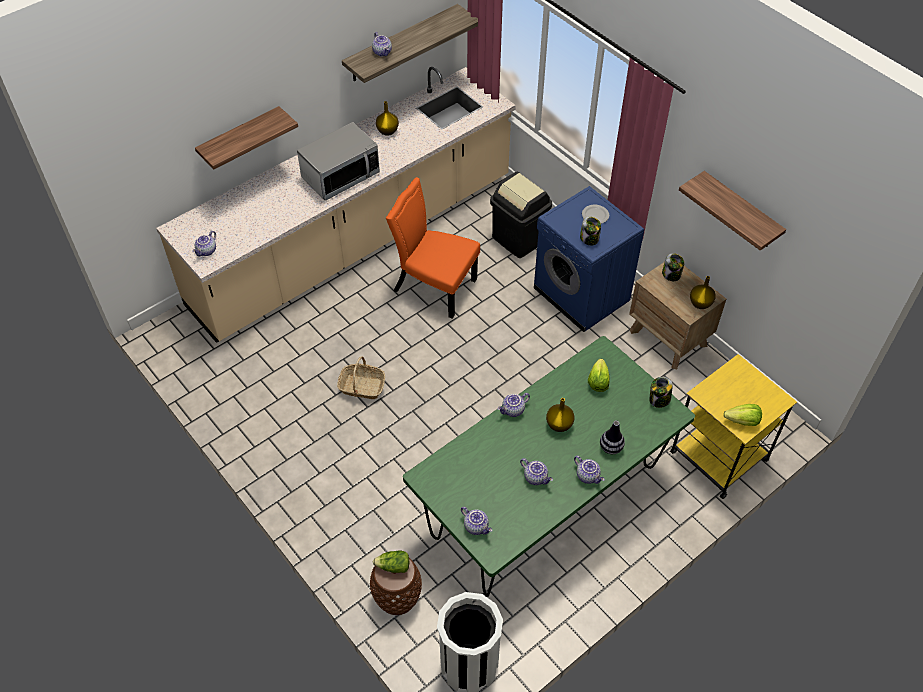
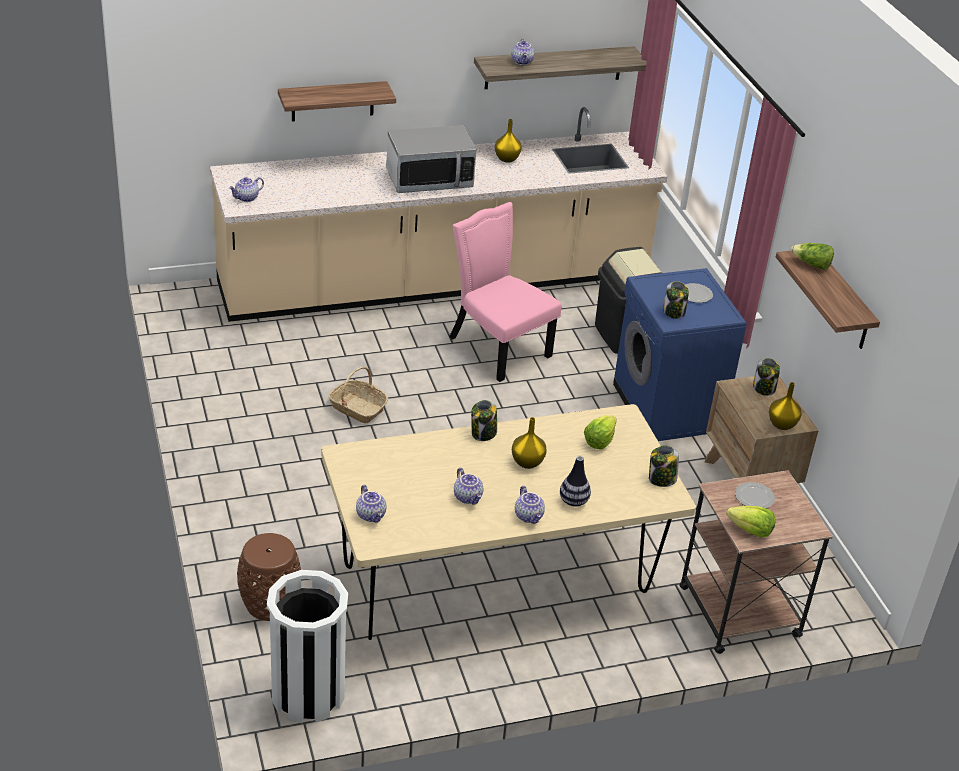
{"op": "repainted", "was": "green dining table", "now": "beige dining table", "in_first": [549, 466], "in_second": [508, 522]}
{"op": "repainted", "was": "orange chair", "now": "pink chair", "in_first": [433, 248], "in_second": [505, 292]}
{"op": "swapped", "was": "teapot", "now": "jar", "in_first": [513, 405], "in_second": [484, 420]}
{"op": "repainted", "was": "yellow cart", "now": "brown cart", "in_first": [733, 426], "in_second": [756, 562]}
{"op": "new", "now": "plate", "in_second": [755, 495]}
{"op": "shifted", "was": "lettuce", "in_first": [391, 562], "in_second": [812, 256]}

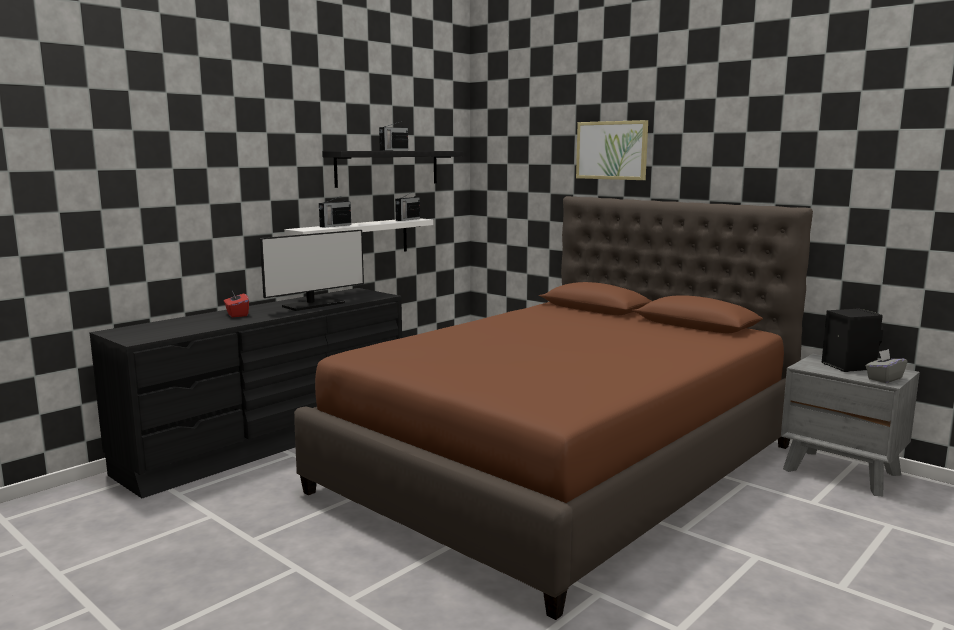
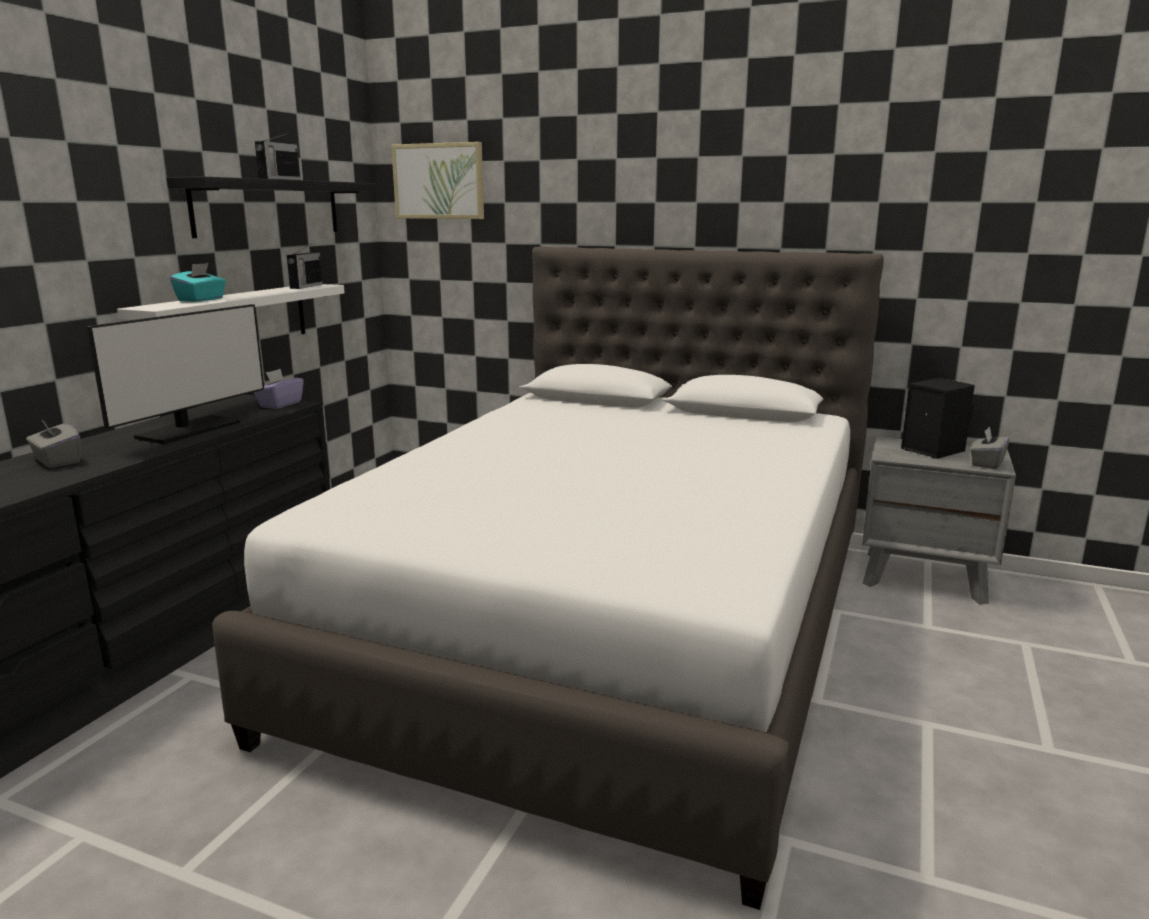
{"op": "repainted", "was": "red tissue box", "now": "grey tissue box", "in_first": [236, 304], "in_second": [53, 443]}
{"op": "swapped", "was": "radio", "now": "turquoise tissue box", "in_first": [335, 212], "in_second": [198, 282]}
{"op": "repainted", "was": "brown bed", "now": "white bed", "in_first": [553, 408], "in_second": [548, 578]}
{"op": "new", "now": "purple tissue box", "in_second": [278, 389]}
{"op": "shifted", "was": "picture", "in_first": [612, 150], "in_second": [437, 180]}

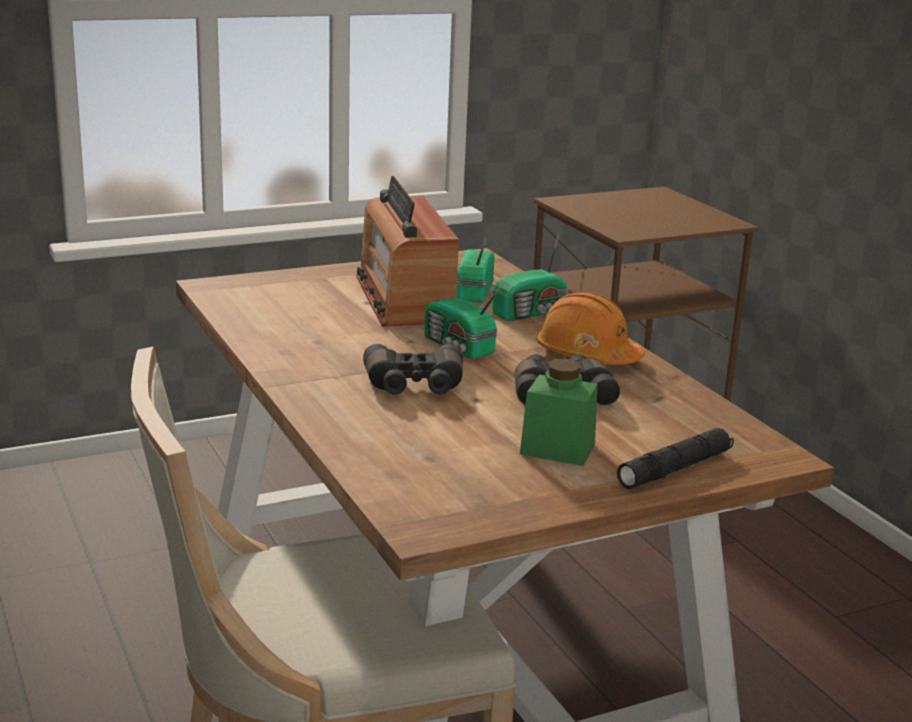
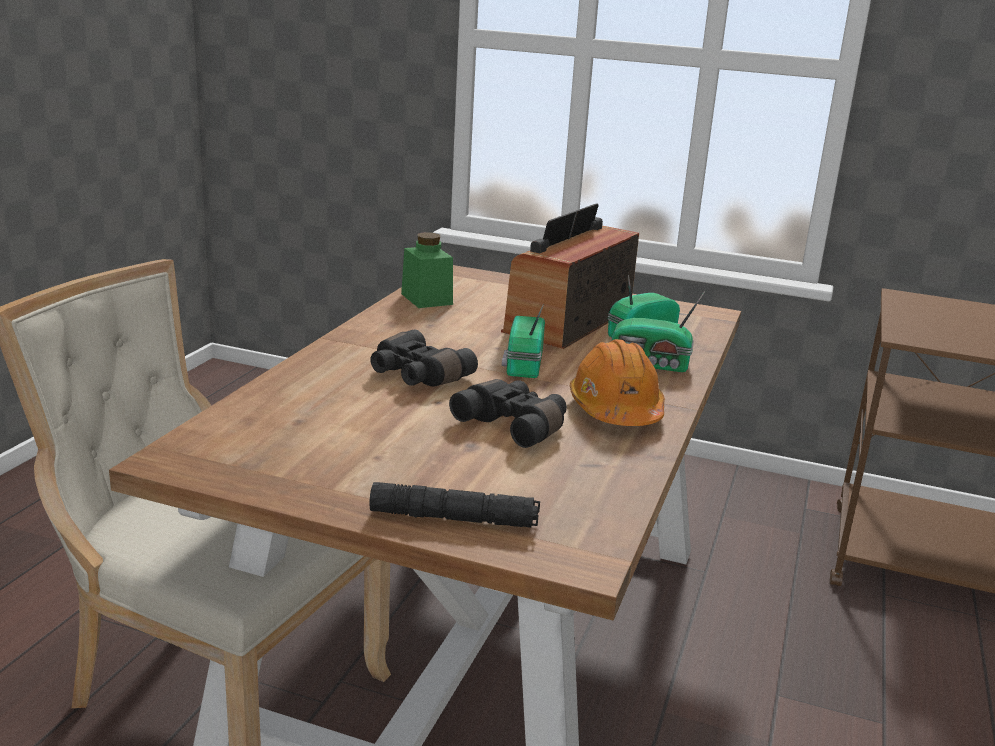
{"op": "shifted", "was": "green jar", "in_first": [559, 412], "in_second": [427, 270]}

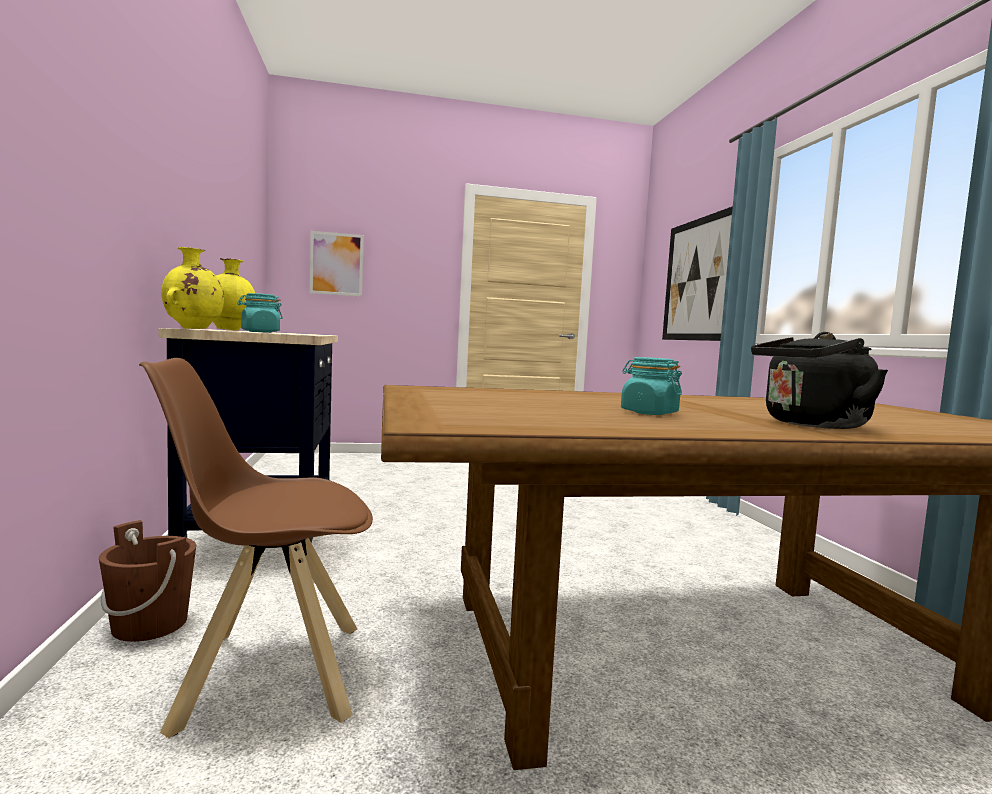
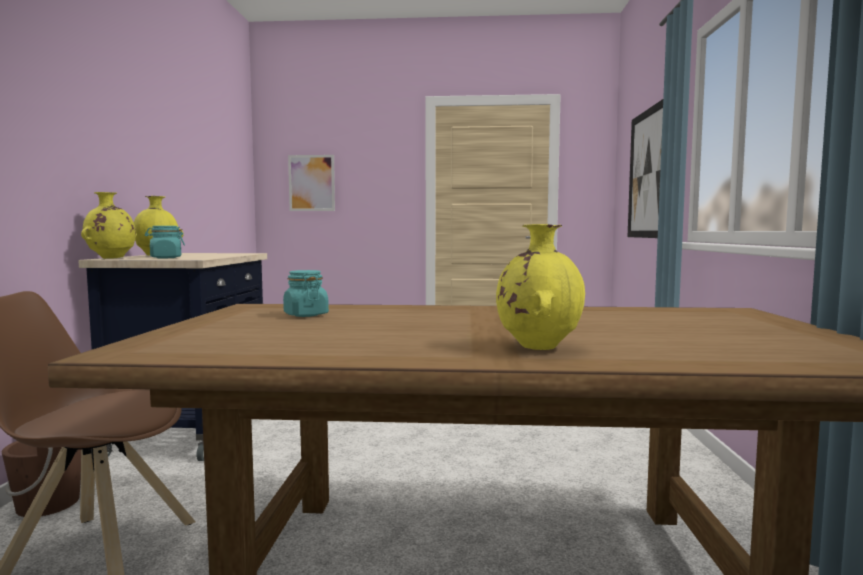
{"op": "shifted", "was": "turquoise jar", "in_first": [651, 386], "in_second": [306, 293]}
{"op": "swapped", "was": "black kettle", "now": "yellow vase", "in_first": [819, 380], "in_second": [540, 287]}

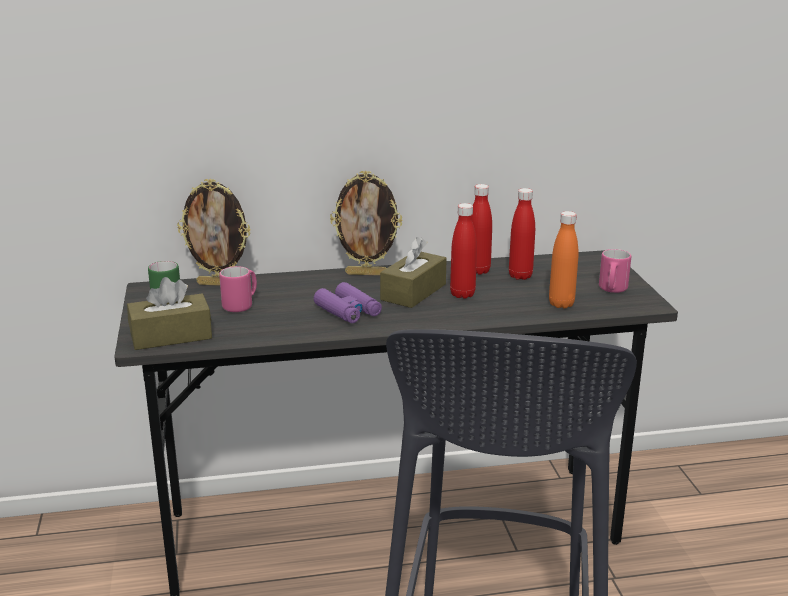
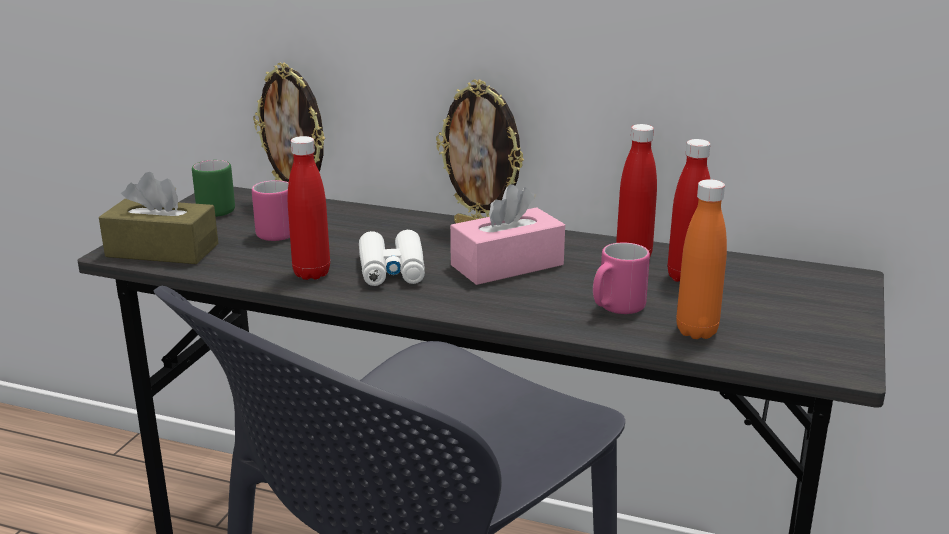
{"op": "shifted", "was": "red bottle", "in_first": [463, 251], "in_second": [309, 208]}
{"op": "repainted", "was": "purple binoculars", "now": "white binoculars", "in_first": [348, 302], "in_second": [392, 258]}
{"op": "repainted", "was": "brown tissue box", "now": "pink tissue box", "in_first": [413, 272], "in_second": [507, 234]}
{"op": "shifted", "was": "pink mug", "in_first": [615, 271], "in_second": [621, 278]}

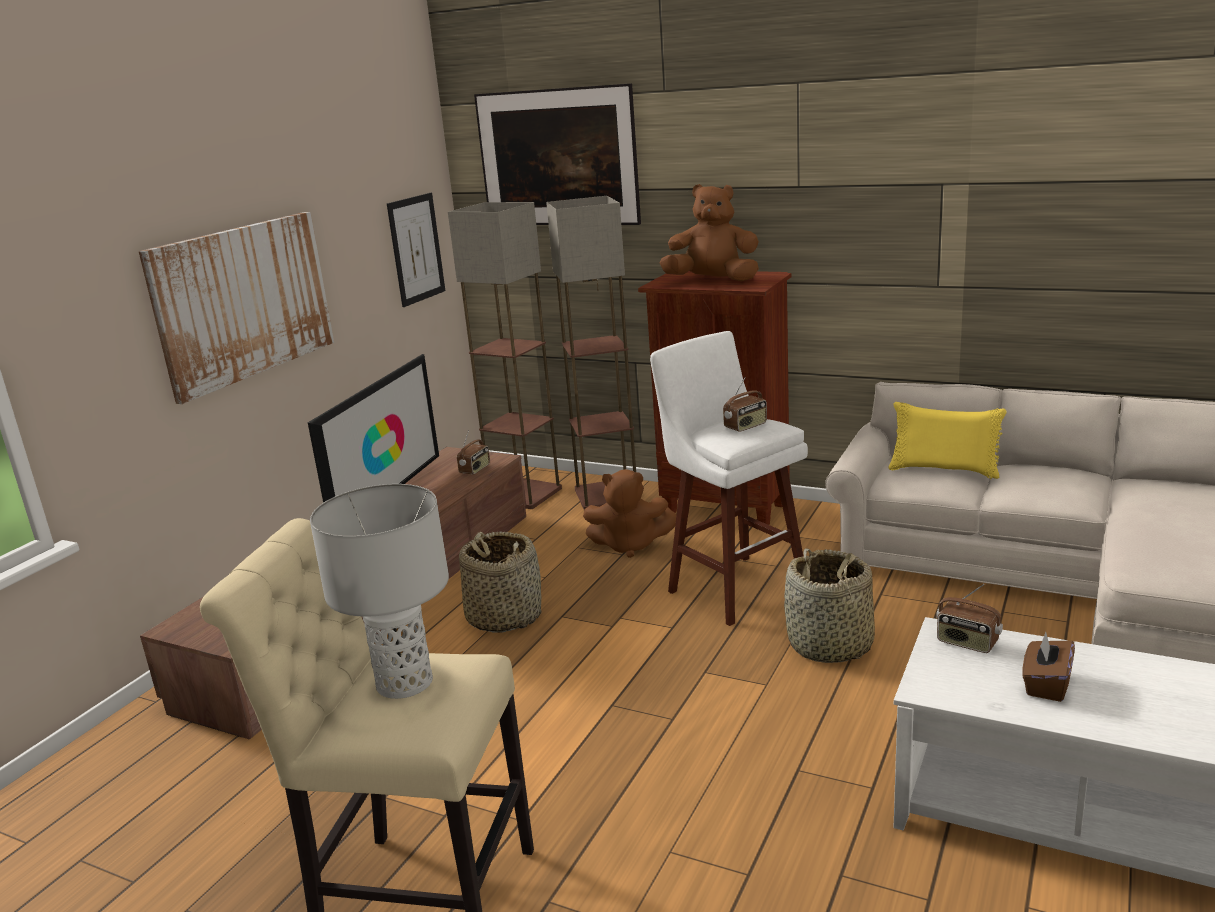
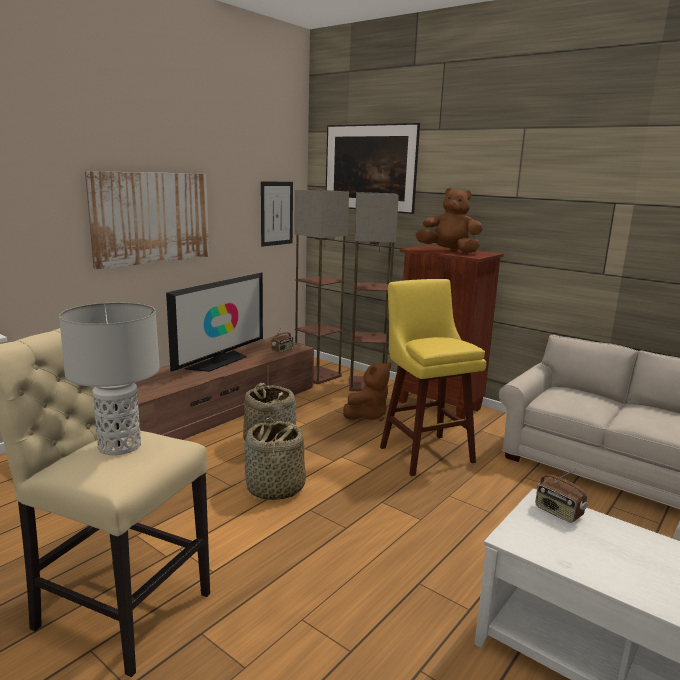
{"op": "shifted", "was": "basket", "in_first": [829, 605], "in_second": [275, 459]}
{"op": "rotated", "was": "brown plush toy", "in_first": [629, 513], "in_second": [367, 391], "clockwise": -60}
{"op": "repainted", "was": "white stool", "now": "yellow stool", "in_first": [729, 478], "in_second": [433, 377]}
{"op": "gone", "was": "radio", "in_first": [745, 404]}
{"op": "gone", "was": "yellow pillow", "in_first": [947, 440]}
{"op": "gone", "was": "brown tissue box", "in_first": [1048, 666]}

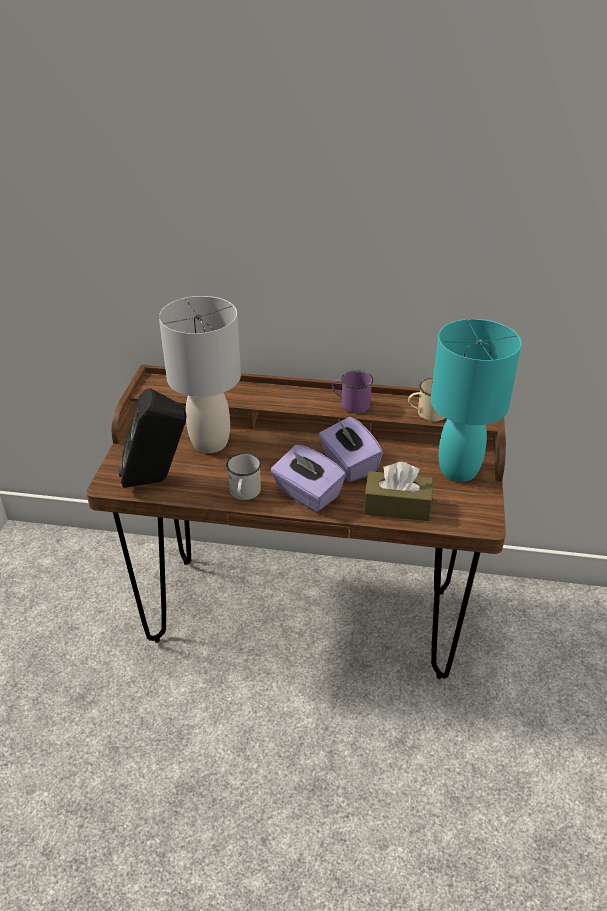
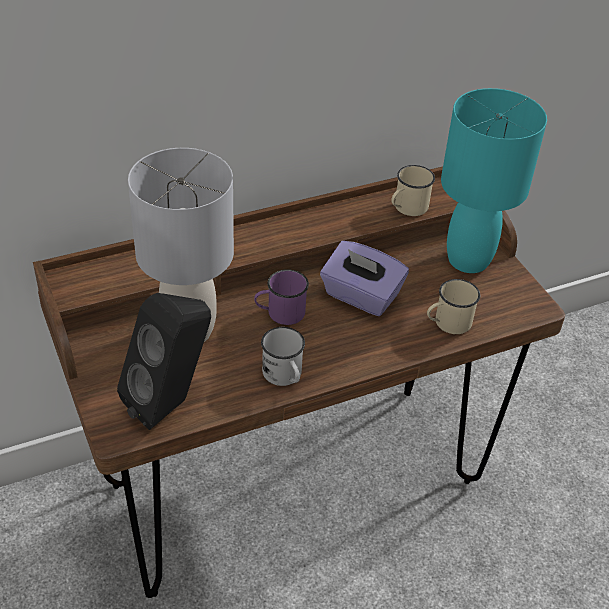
{"op": "shifted", "was": "purple mug", "in_first": [352, 391], "in_second": [281, 297]}
{"op": "swapped", "was": "brown tissue box", "now": "beige mug", "in_first": [398, 491], "in_second": [453, 306]}
{"op": "gone", "was": "purple tissue box", "in_first": [308, 478]}

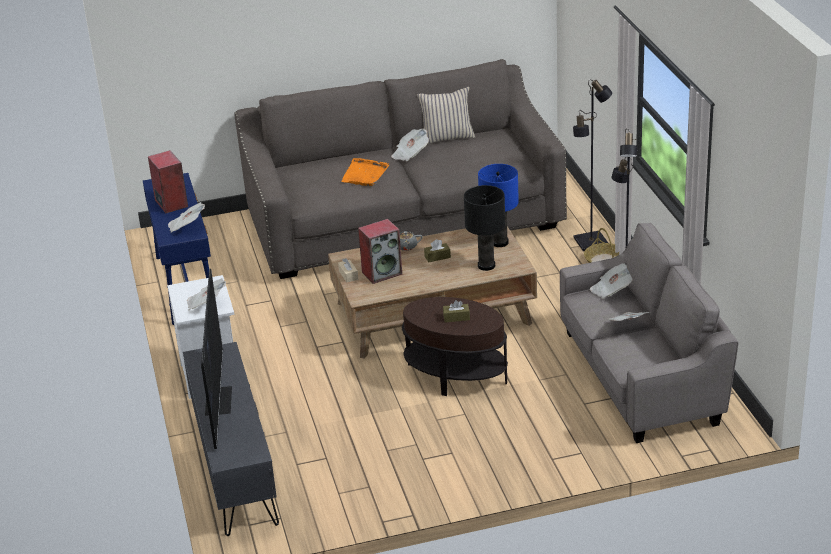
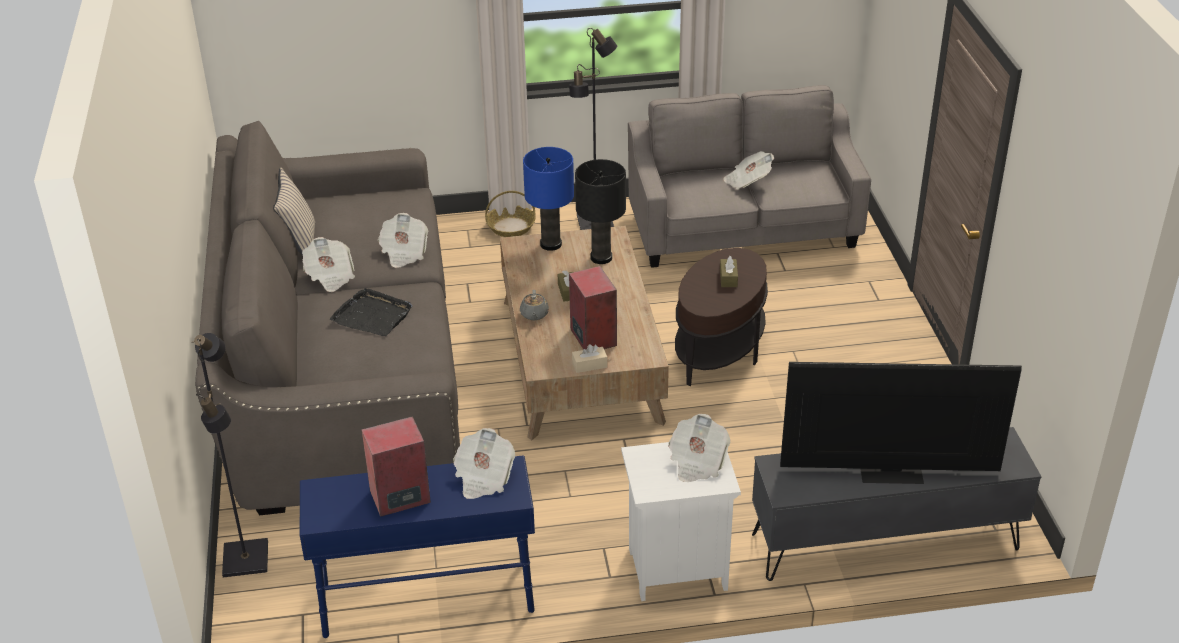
{"op": "shifted", "was": "black floor lamp", "in_first": [593, 165], "in_second": [230, 455]}
{"op": "repainted", "was": "orange tray", "now": "black tray", "in_first": [365, 172], "in_second": [371, 312]}
{"op": "shifted", "was": "newspaper", "in_first": [611, 281], "in_second": [403, 240]}

